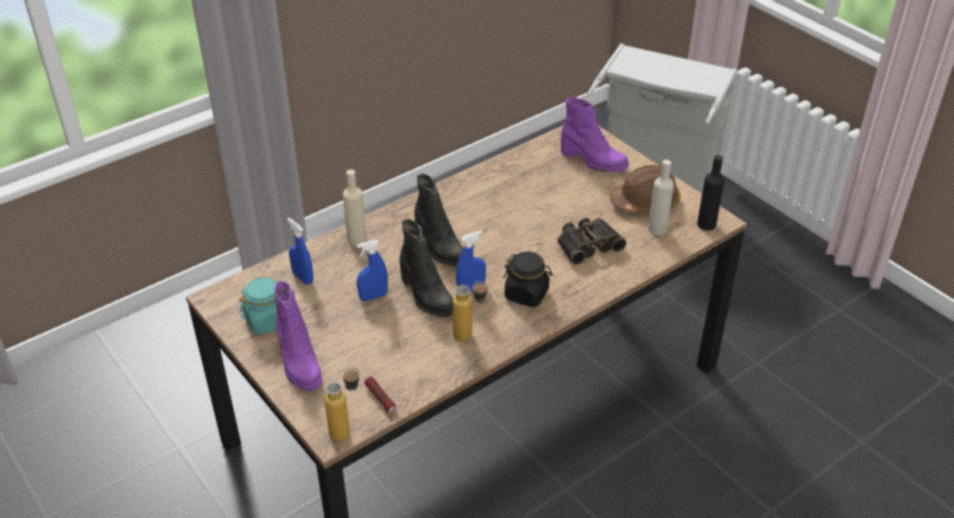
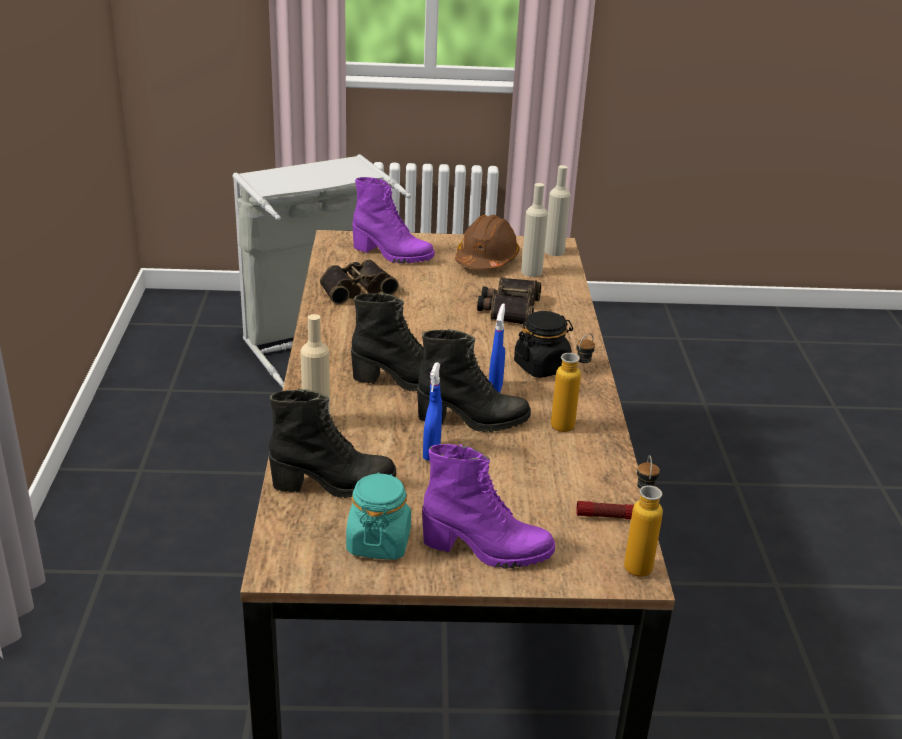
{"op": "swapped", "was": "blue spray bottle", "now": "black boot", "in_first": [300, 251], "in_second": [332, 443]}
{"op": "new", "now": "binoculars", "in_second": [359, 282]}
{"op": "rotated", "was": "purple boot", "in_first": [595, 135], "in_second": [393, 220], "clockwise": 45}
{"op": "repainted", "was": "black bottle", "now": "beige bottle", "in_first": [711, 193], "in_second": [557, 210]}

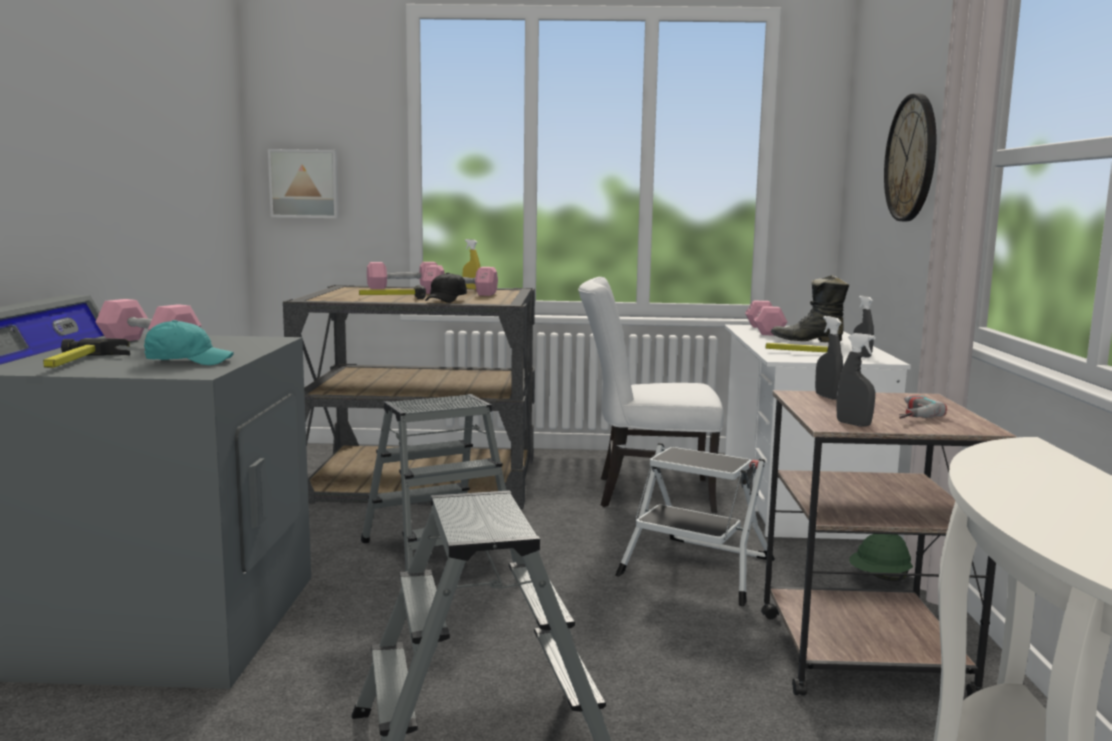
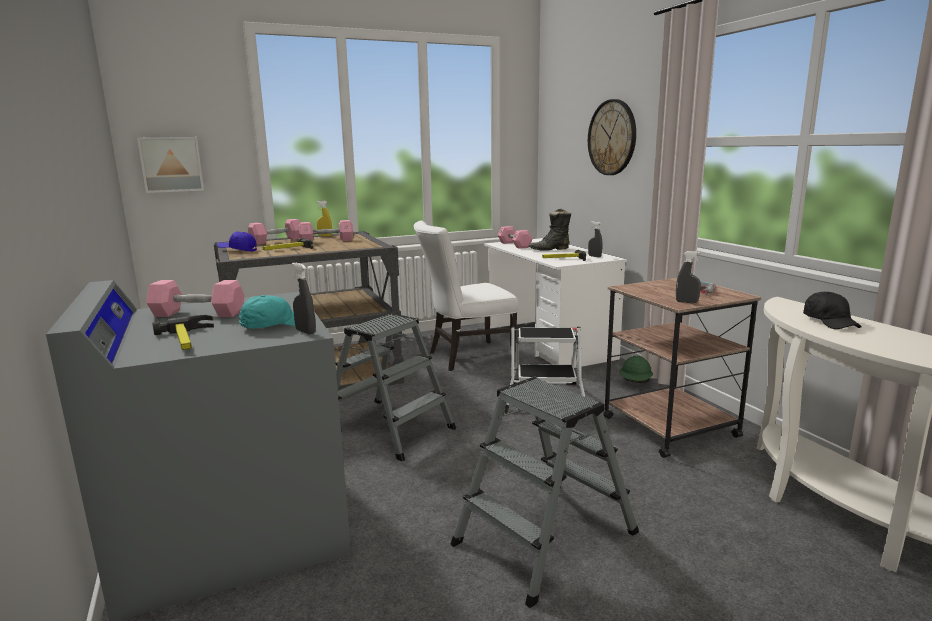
{"op": "new", "now": "blue cap", "in_second": [237, 241]}
{"op": "shifted", "was": "grey spray bottle", "in_first": [829, 358], "in_second": [304, 299]}
{"op": "shifted", "was": "black cap", "in_first": [446, 288], "in_second": [832, 310]}

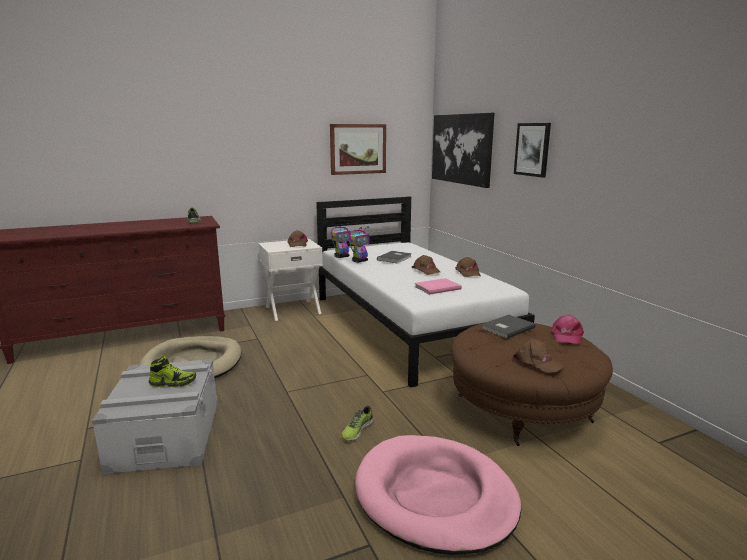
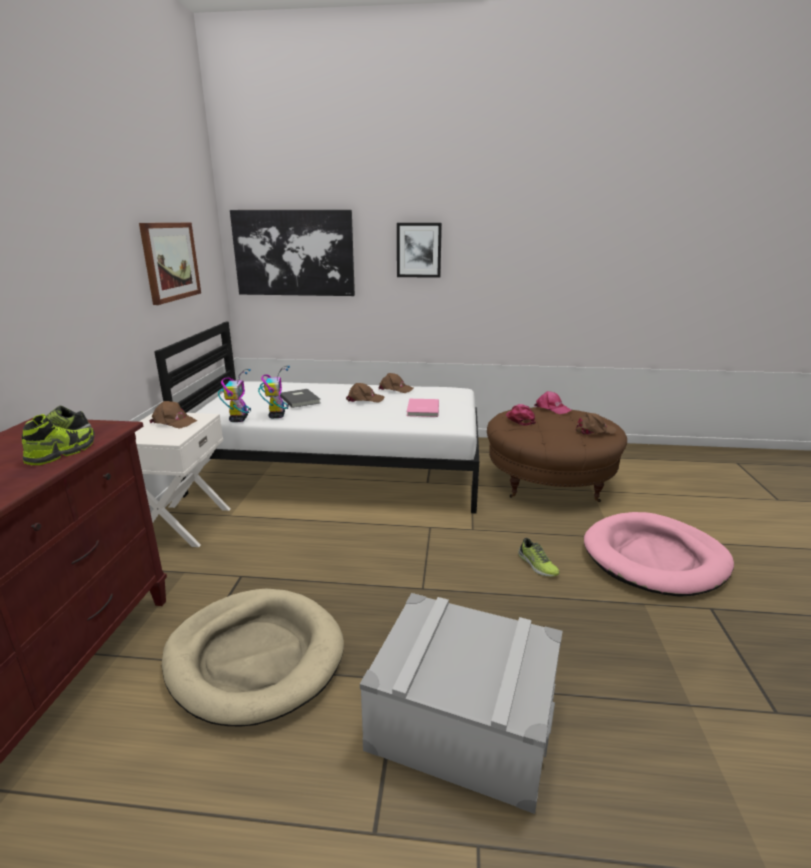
{"op": "shifted", "was": "shoe", "in_first": [172, 371], "in_second": [58, 439]}
{"op": "swapped", "was": "grey book", "now": "pink cap", "in_first": [508, 327], "in_second": [521, 414]}

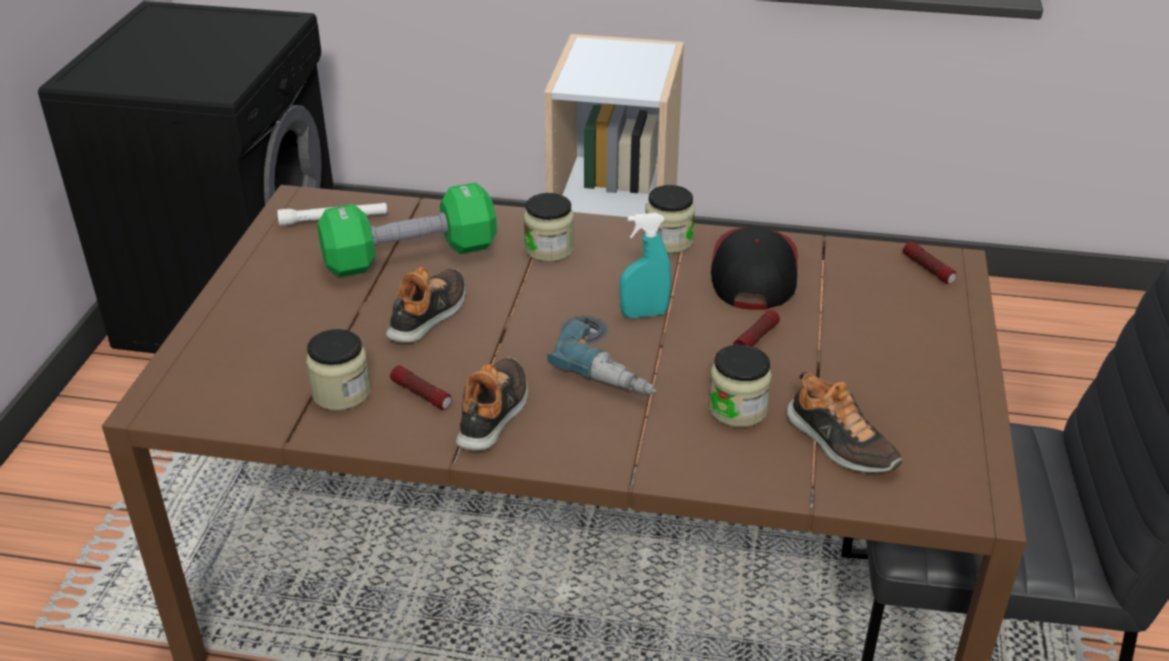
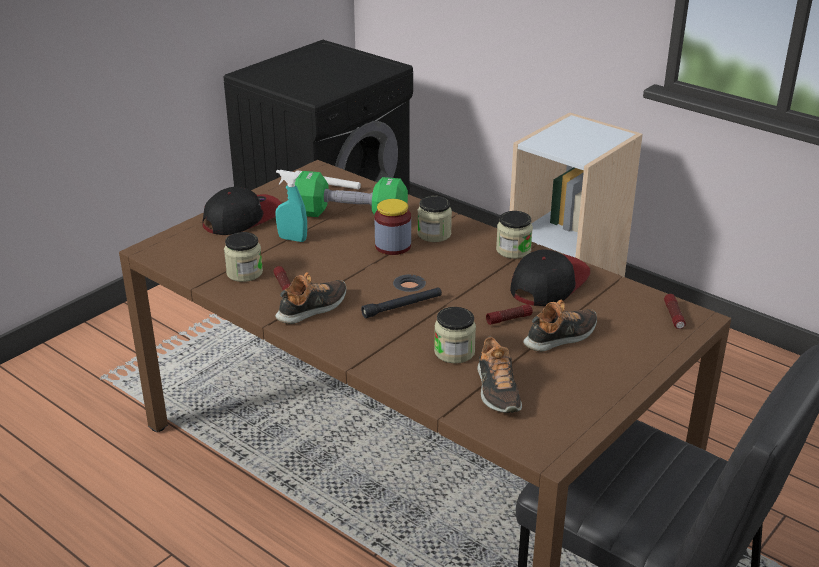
{"op": "new", "now": "cap", "in_second": [242, 210]}
{"op": "shifted", "was": "turquoise spray bottle", "in_first": [645, 265], "in_second": [291, 206]}
{"op": "swapped", "was": "power drill", "now": "black flashlight", "in_first": [602, 356], "in_second": [401, 302]}
{"op": "new", "now": "jar", "in_second": [392, 227]}
{"op": "shifted", "was": "shoe", "in_first": [425, 304], "in_second": [560, 325]}

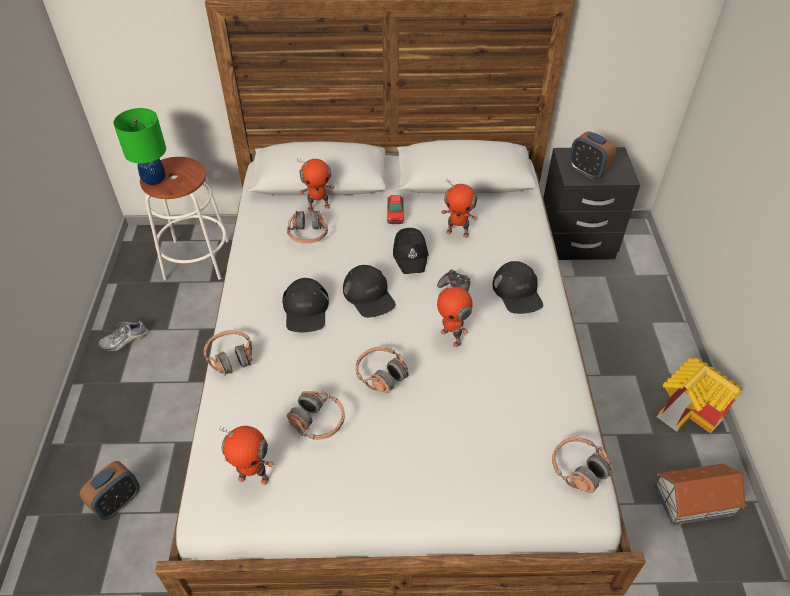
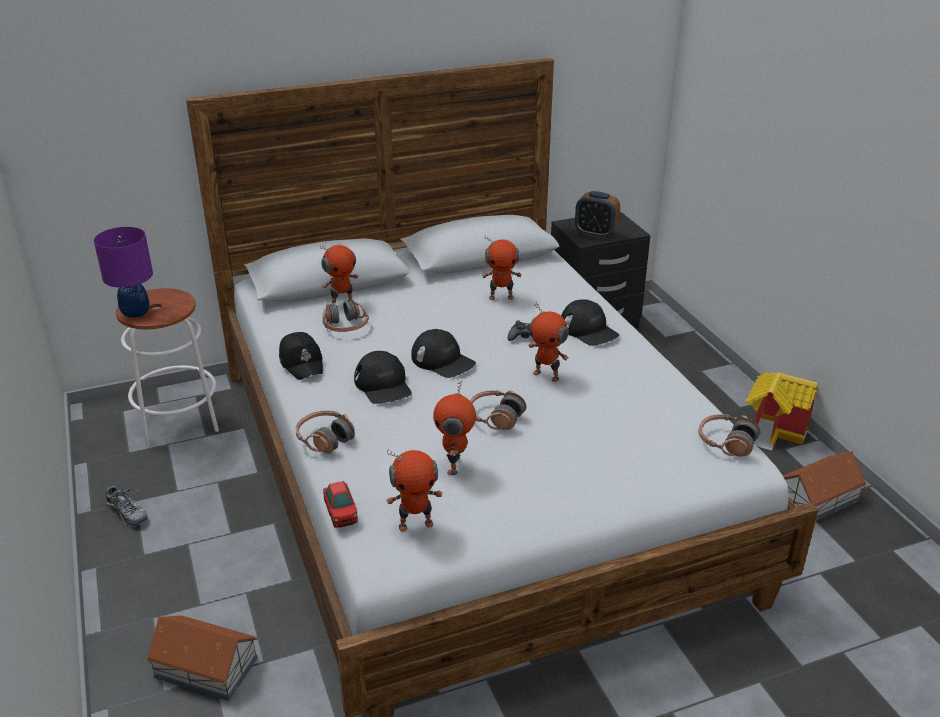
{"op": "repainted", "was": "green table lamp", "now": "purple table lamp", "in_first": [139, 146], "in_second": [123, 272]}
{"op": "rotated", "was": "shoe", "in_first": [123, 335], "in_second": [127, 505], "clockwise": -90}
{"op": "swapped", "was": "alarm clock", "now": "toy house", "in_first": [110, 490], "in_second": [202, 658]}
{"op": "shifted", "was": "black cap", "in_first": [410, 251], "in_second": [301, 356]}
{"op": "shifted", "was": "toy car", "in_first": [395, 209], "in_second": [340, 504]}
{"op": "swapped", "was": "headphones", "now": "toy robot", "in_first": [316, 415], "in_second": [454, 428]}

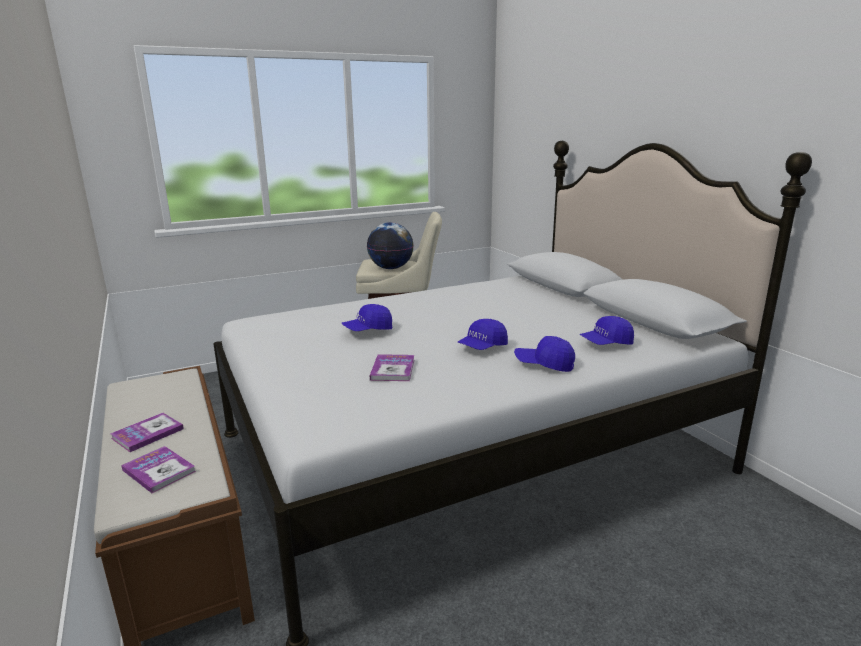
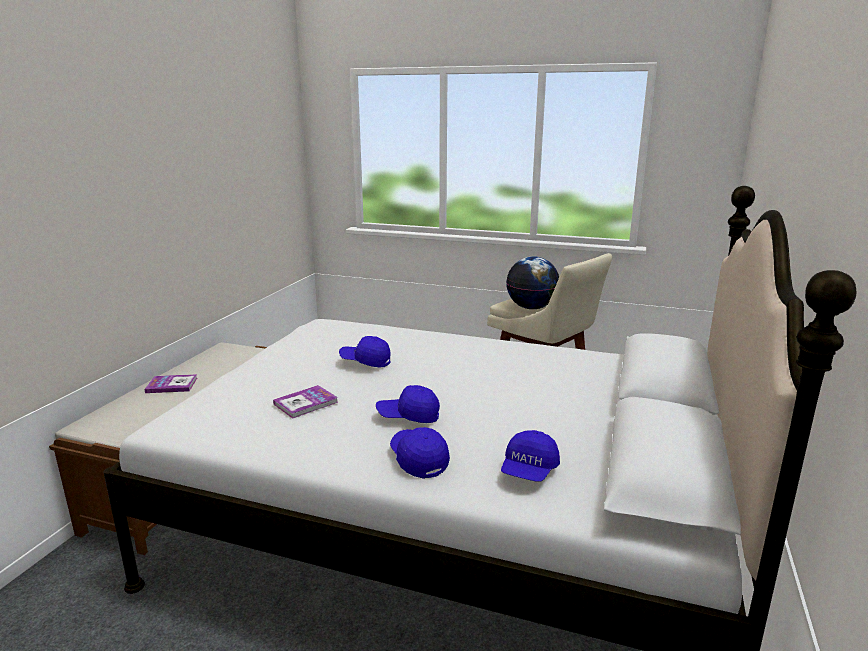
{"op": "rotated", "was": "blue cap", "in_first": [607, 330], "in_second": [530, 455], "clockwise": -90}
{"op": "gone", "was": "book", "in_first": [158, 469]}

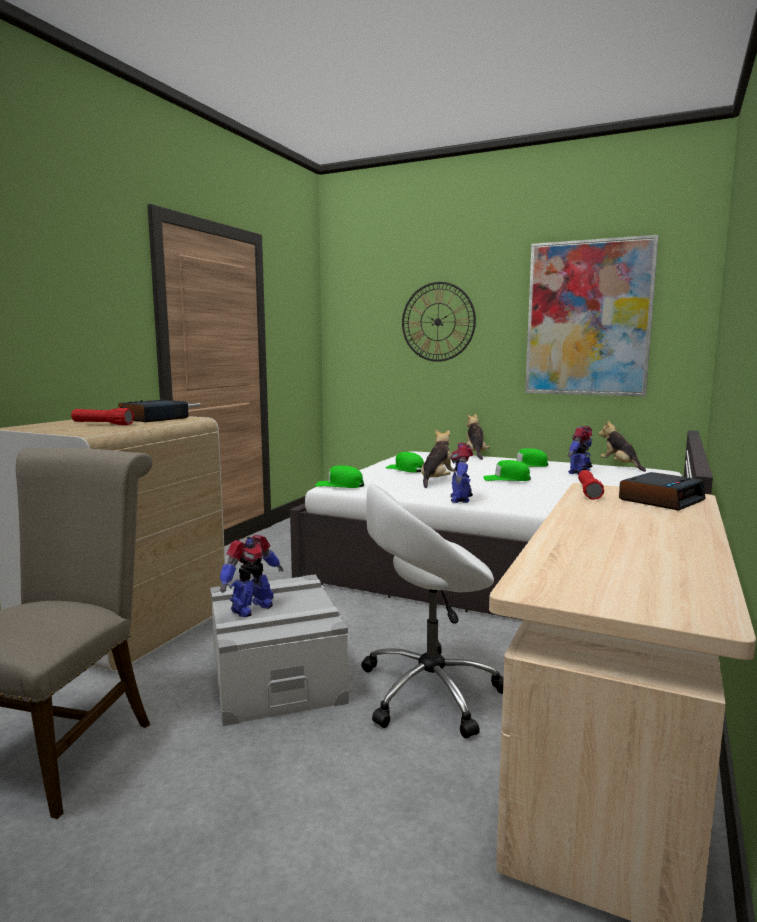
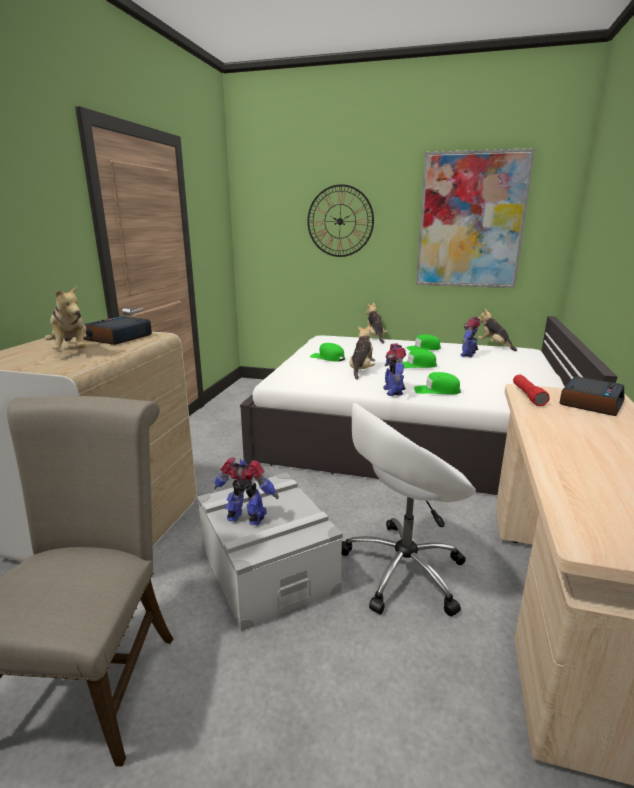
{"op": "swapped", "was": "red flashlight", "now": "plush toy", "in_first": [102, 416], "in_second": [66, 317]}
{"op": "rotated", "was": "toy robot", "in_first": [251, 576], "in_second": [246, 491], "clockwise": -105}
{"op": "shifted", "was": "green cap", "in_first": [339, 477], "in_second": [437, 383]}

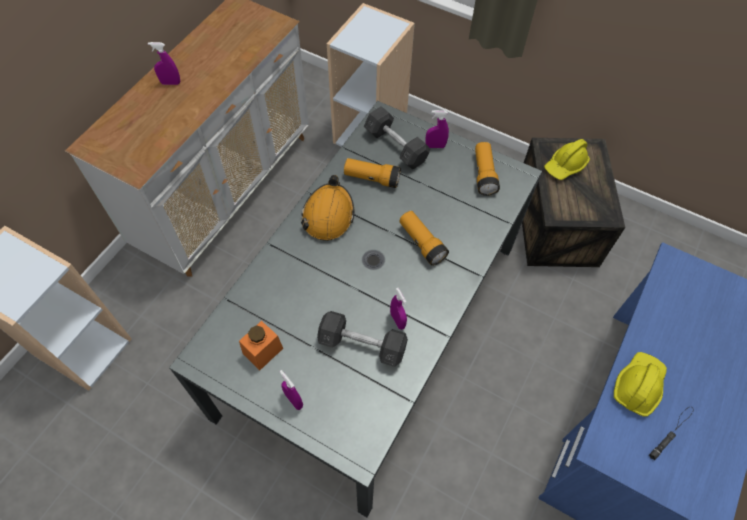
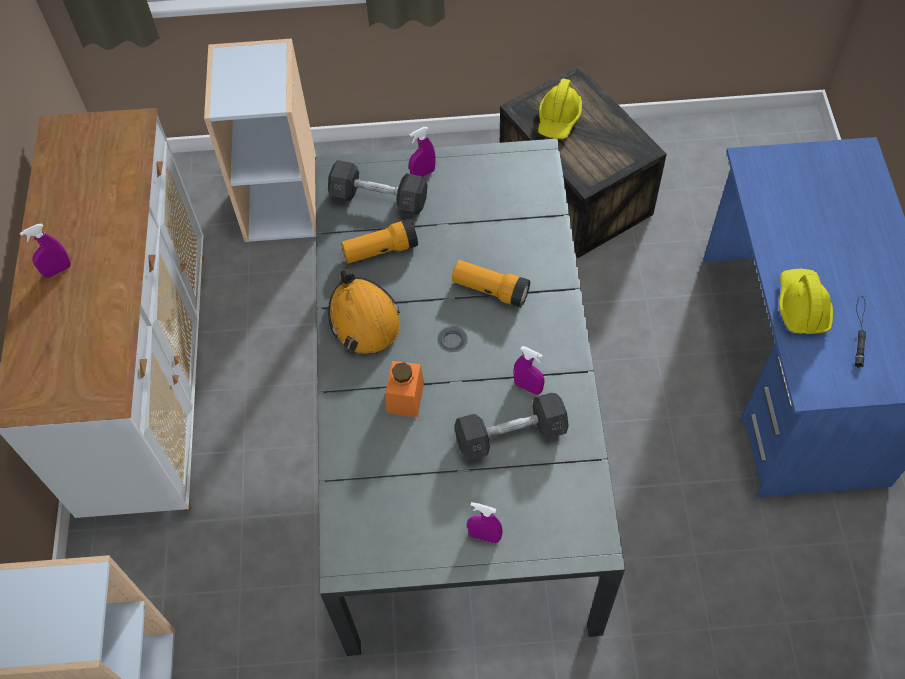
{"op": "shifted", "was": "orange jar", "in_first": [261, 345], "in_second": [404, 389]}
{"op": "gone", "was": "flashlight", "in_first": [487, 169]}

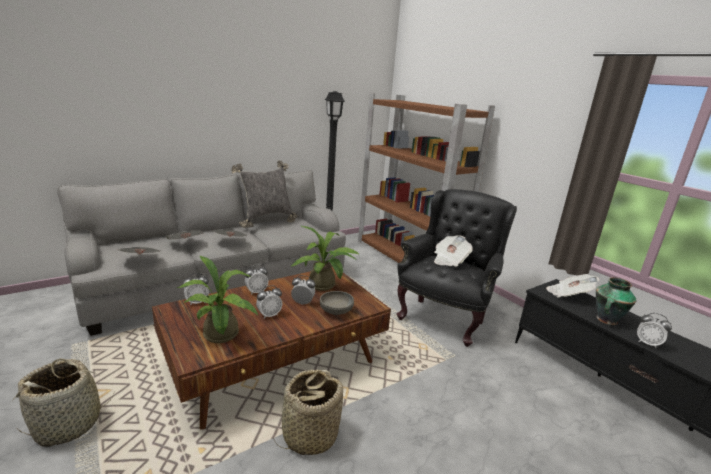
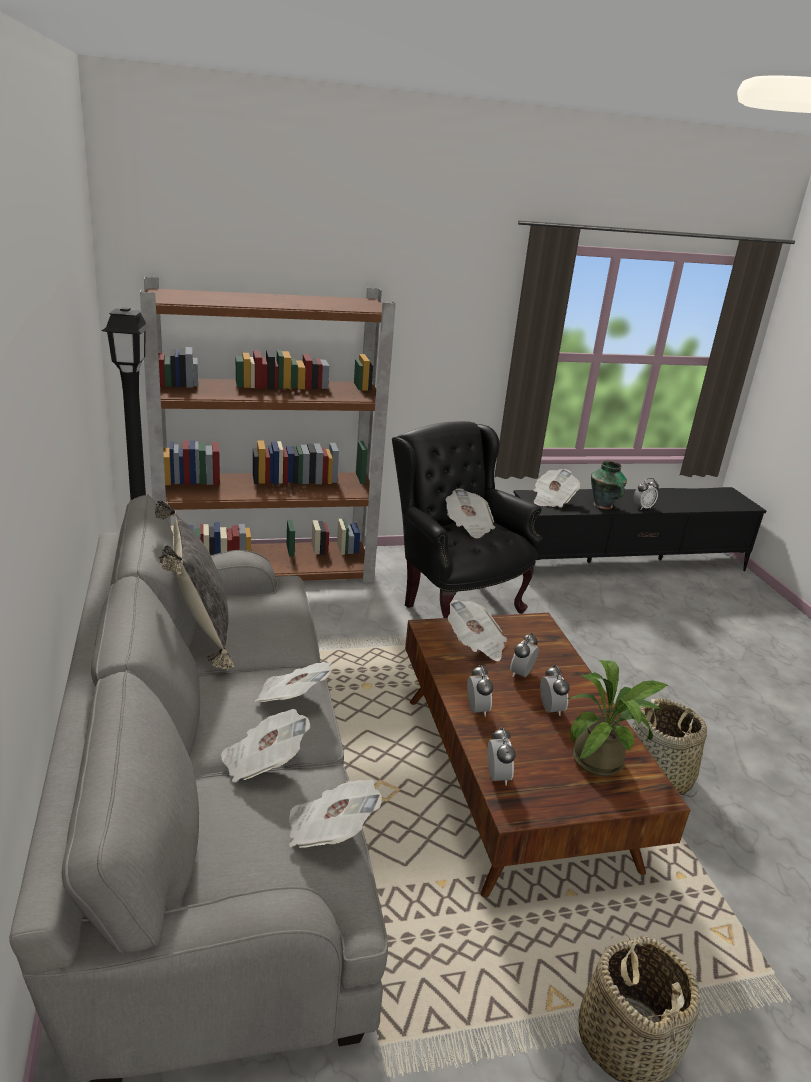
{"op": "swapped", "was": "potted plant", "now": "newspaper", "in_first": [325, 258], "in_second": [477, 630]}
{"op": "gone", "was": "grey bowl", "in_first": [337, 303]}

